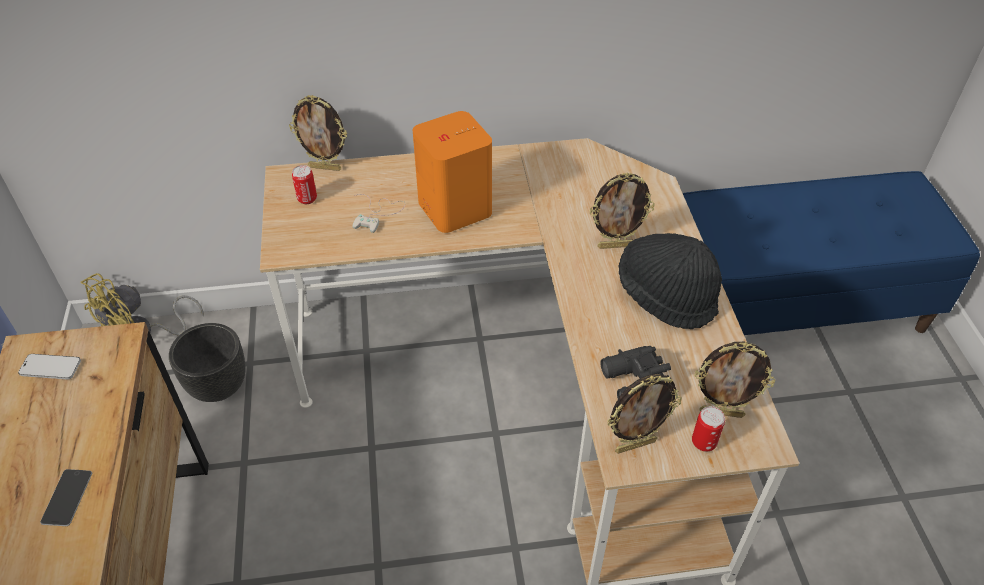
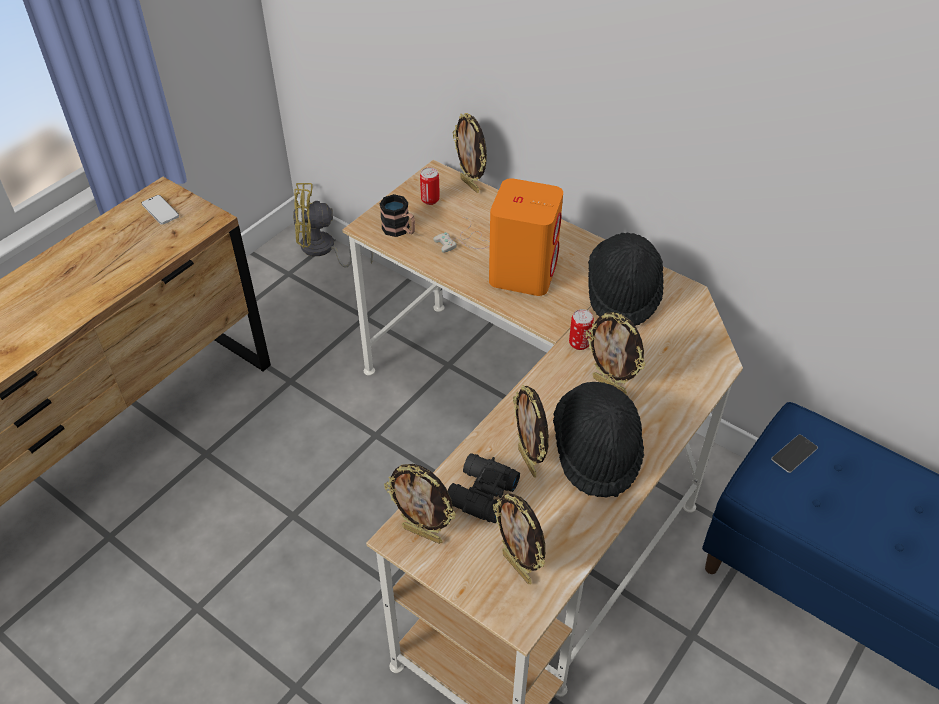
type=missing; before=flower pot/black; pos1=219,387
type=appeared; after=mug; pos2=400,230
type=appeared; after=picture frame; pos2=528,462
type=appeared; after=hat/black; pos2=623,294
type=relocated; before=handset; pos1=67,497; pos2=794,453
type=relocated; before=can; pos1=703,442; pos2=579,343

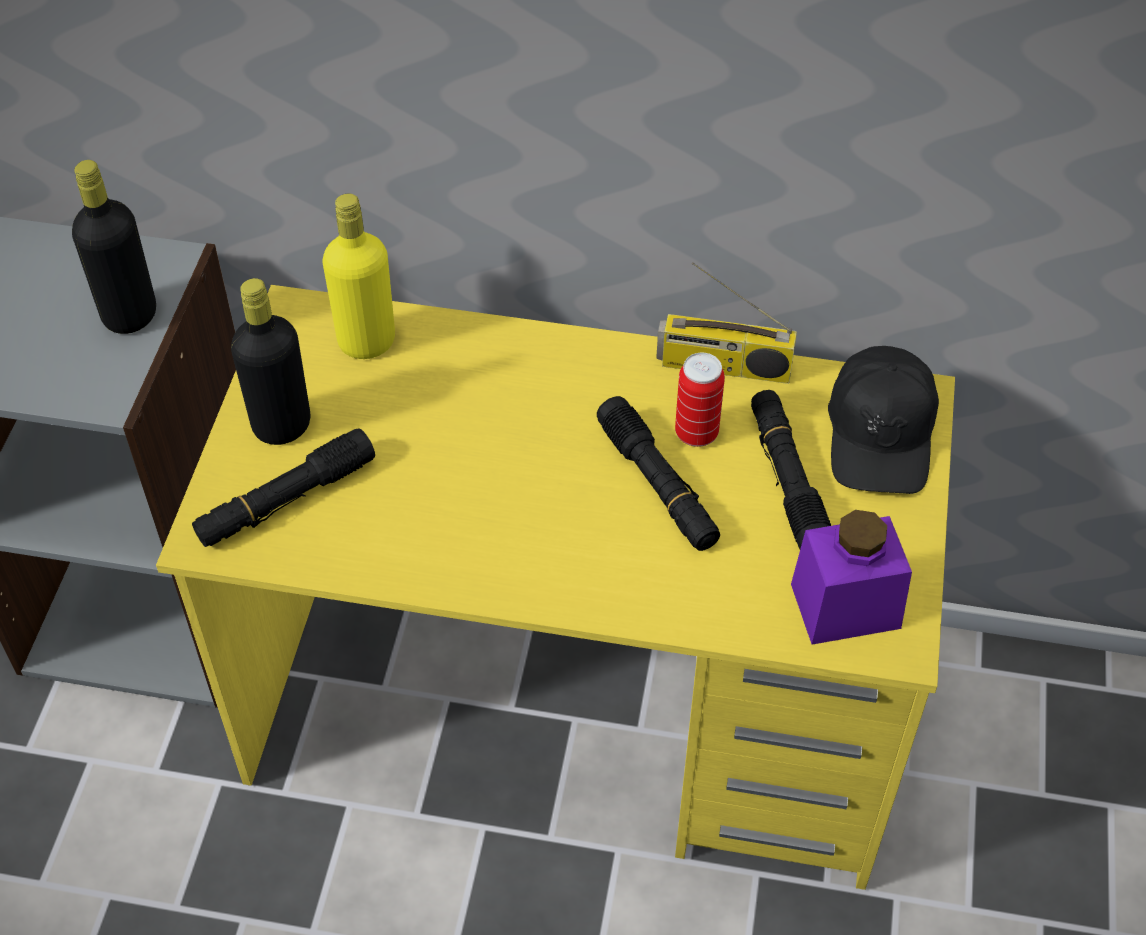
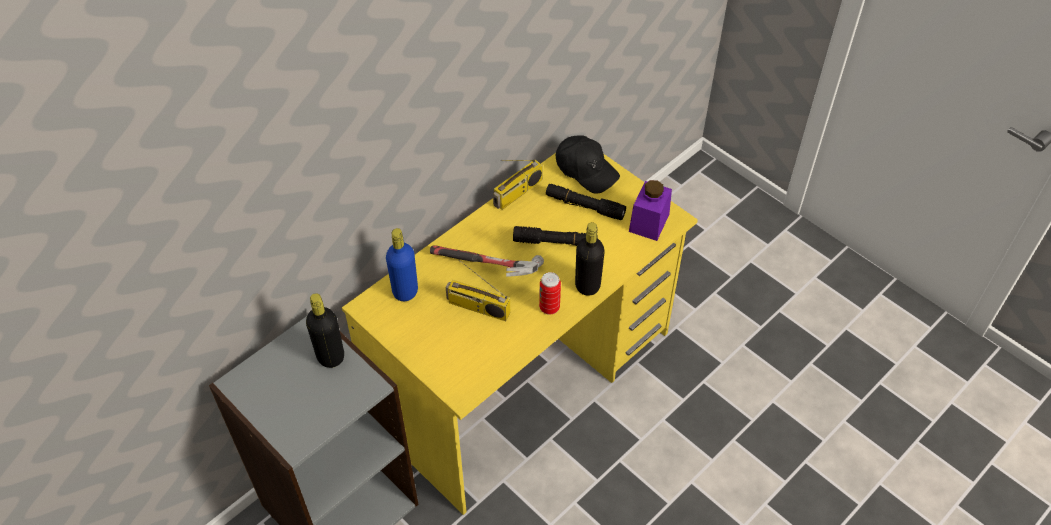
type=missing; before=flashlight/black; pos1=286,500
type=appeared; after=hammer; pos2=487,269
type=appeared; after=radio; pos2=477,308
type=relocated; before=bottle/black; pos1=282,425; pos2=587,285
type=relocated; before=can; pos1=696,433; pos2=549,307
type=colour; before=bottle/yellow; after=bottle/blue-coloured; pos1=367,342; pos2=405,291

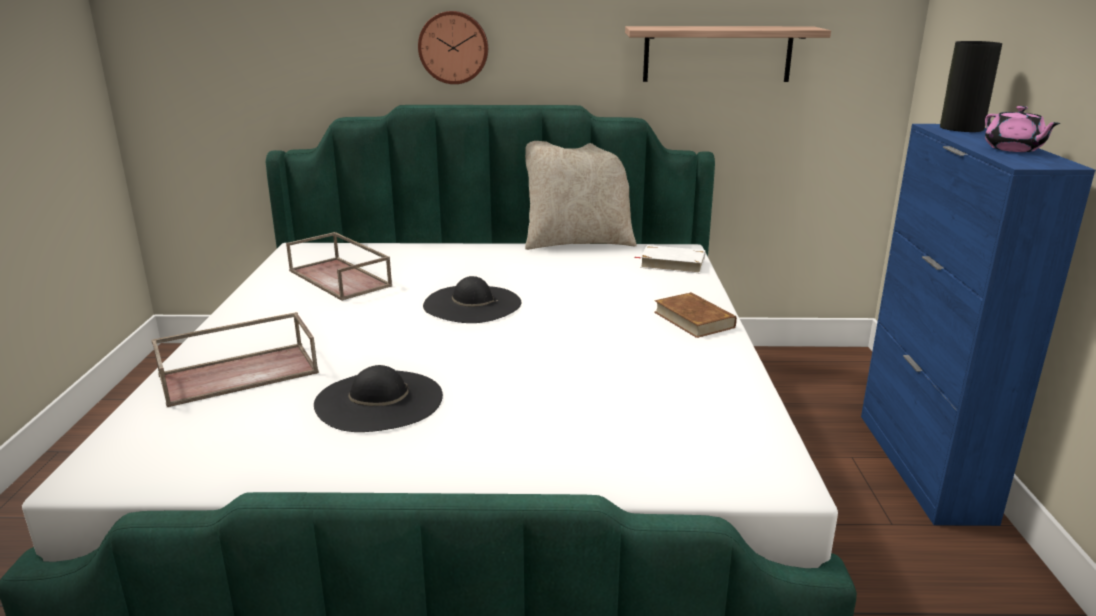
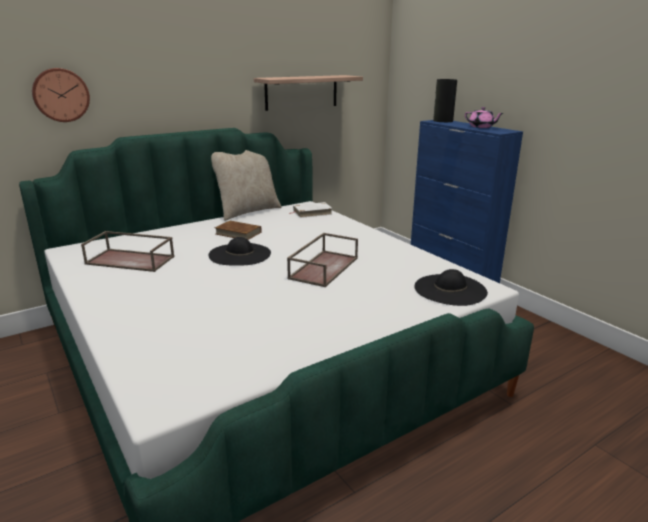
type=relocated; before=serving tray/brown; pos1=240,373; pos2=323,267
type=relocated; before=hat/black; pos1=379,400; pos2=450,289
type=relocated; before=wall clock; pos1=453,47; pos2=60,95
type=relocated; before=bound book/brown; pos1=694,319; pos2=238,233

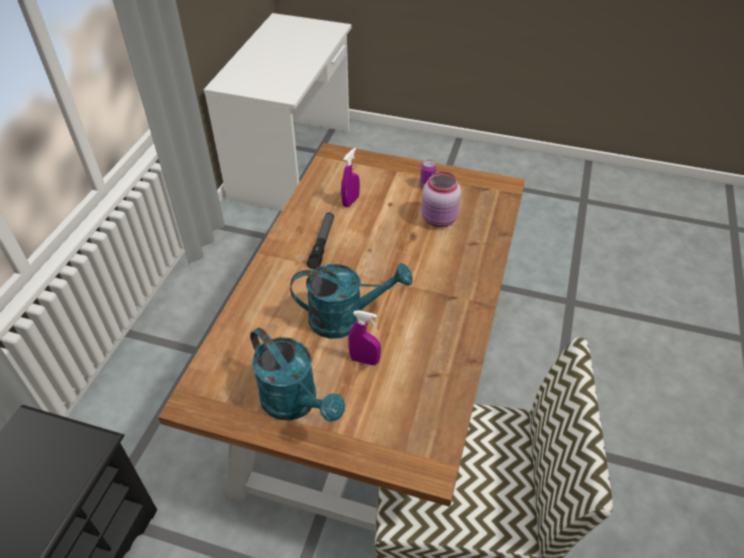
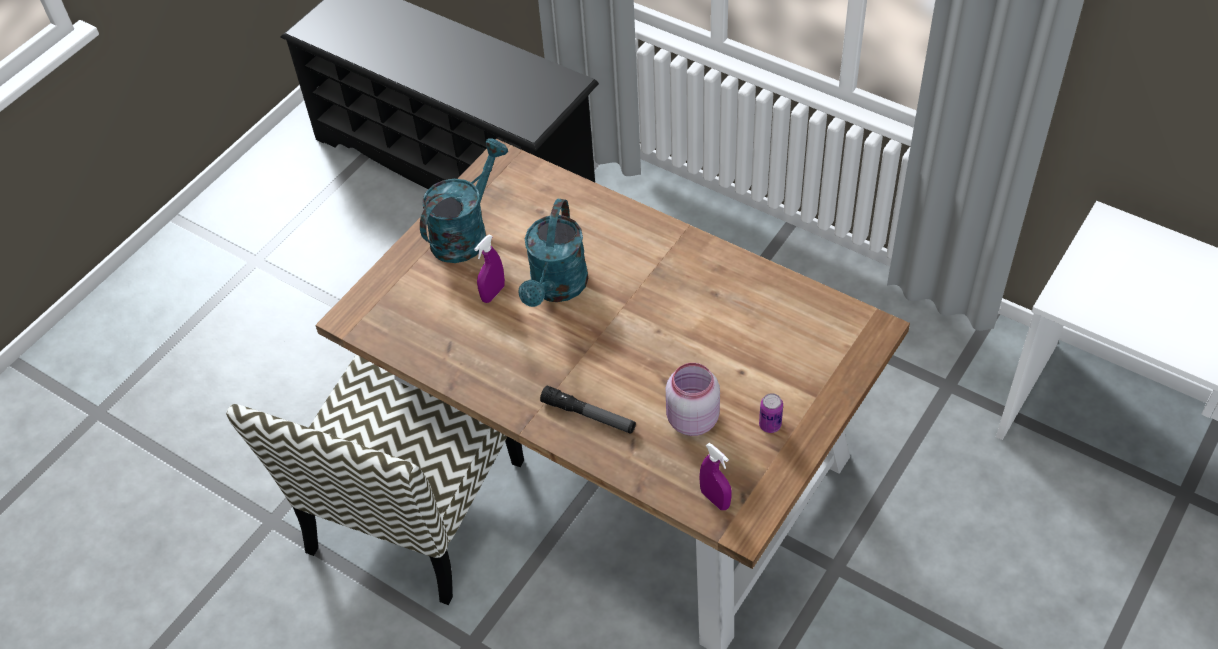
type=relocated; before=flashlight; pos1=322,244; pos2=588,415
type=relocated; before=spray bottle/purple-coloured; pos1=350,201; pos2=715,499
type=spun; before=sprinkling can/turquoise-coloured; pos1=296,403; pos2=465,232; turn=150

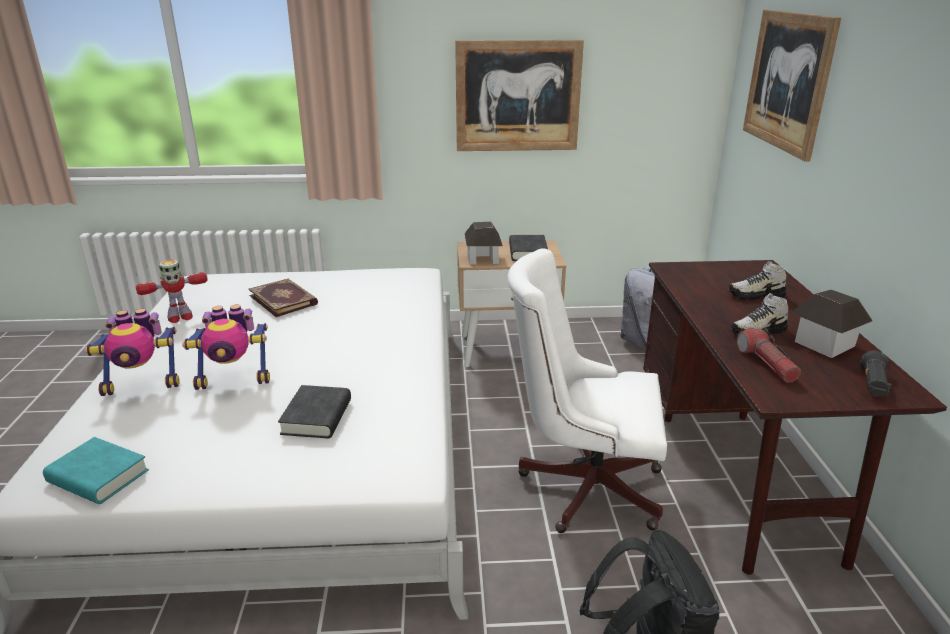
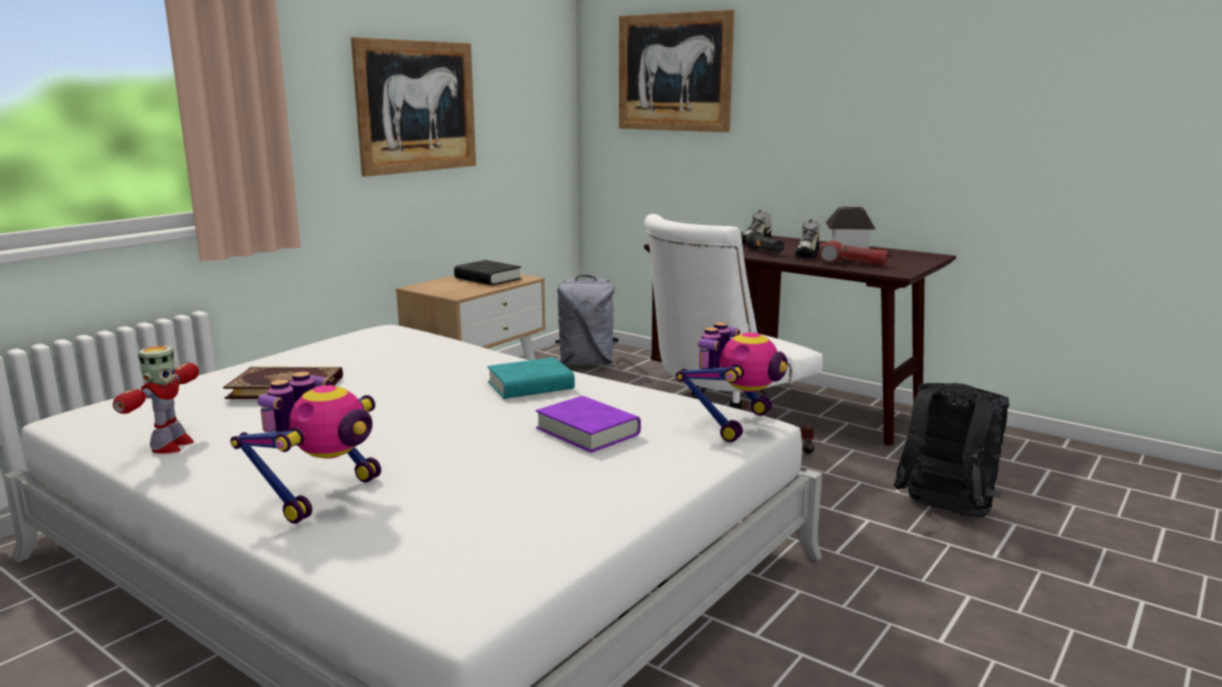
type=missing; before=model house; pos1=483,259
type=relocated; before=bound book/turquoise-coloured; pos1=98,477; pos2=530,386
type=relocated; before=model robot; pos1=234,380; pos2=734,423
type=relocated; before=flashlight/black; pos1=872,385; pos2=765,252
type=colour; before=bound book/black; after=bound book/purple-coloured; pos1=317,417; pos2=588,431

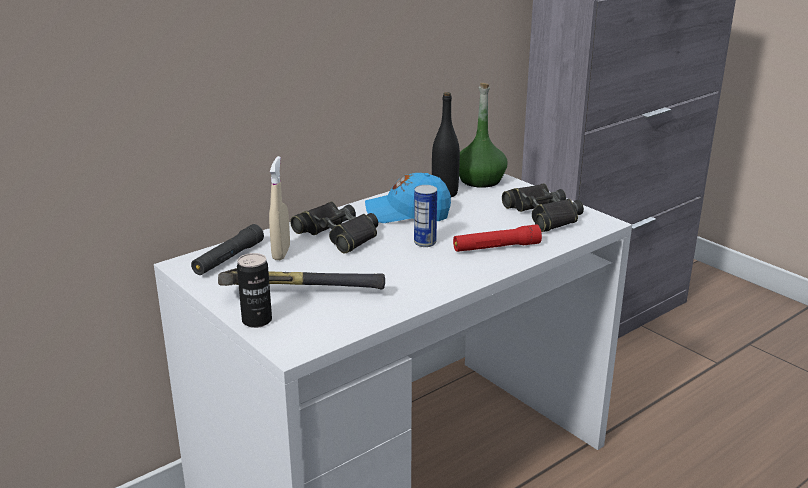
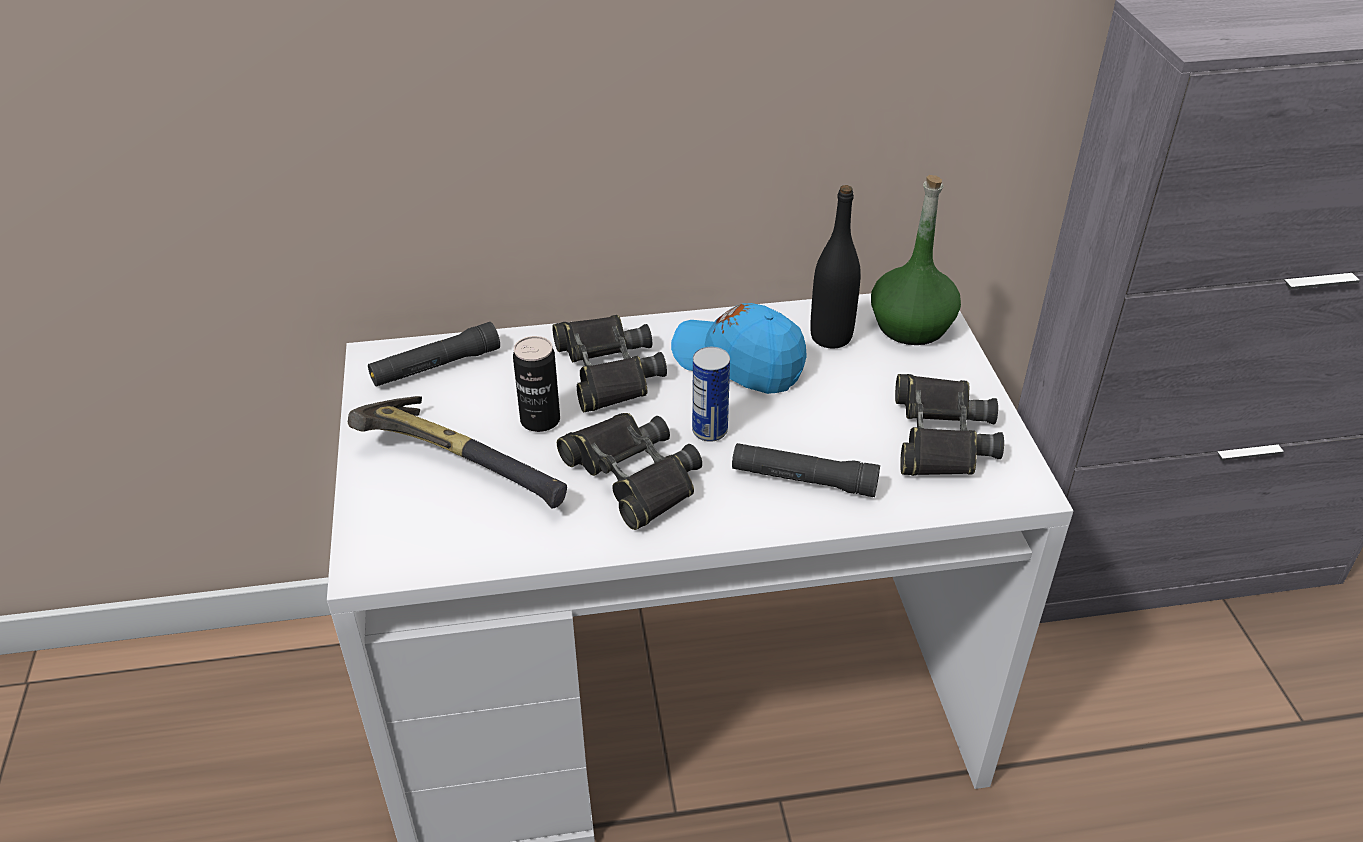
type=missing; before=spray bottle/beige-coloured; pos1=281,253
type=appeared; after=pair of binoculars/black; pos2=632,476
type=relocated; before=can; pos1=257,321; pos2=540,420
type=colour; before=flashlight/red-coloured; after=flashlight/black; pos1=496,247; pos2=803,480

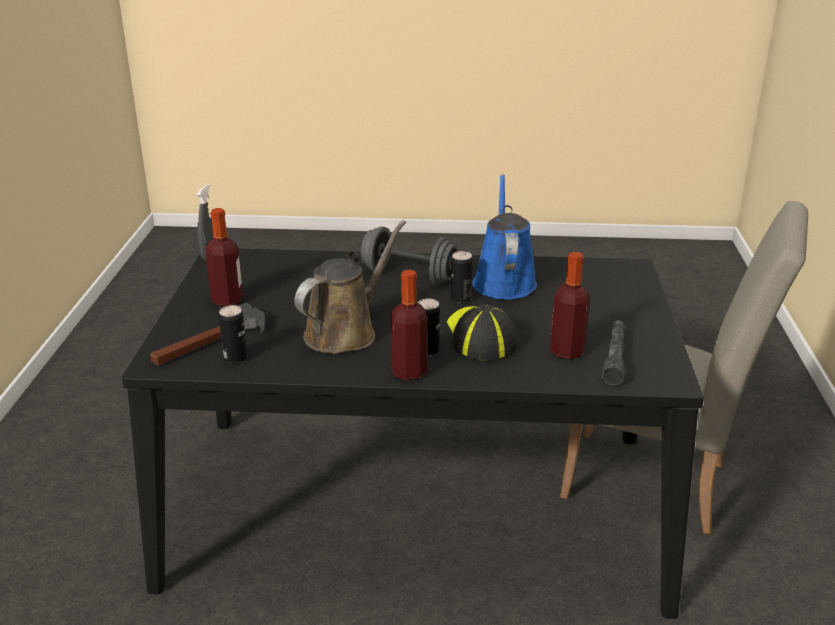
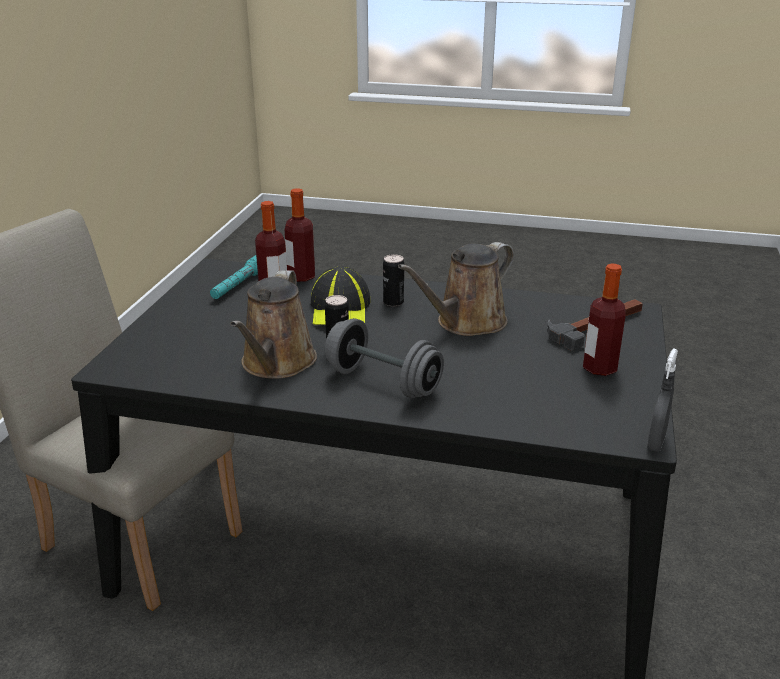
type=missing; before=can; pos1=235,358
type=relocated; before=bottle; pos1=409,372; pos2=301,277
type=colour; before=sprinkling can/blue-coloured; after=sprinkling can/brown; pos1=503,281; pos2=276,364
type=colour; before=flashlight/gray; after=flashlight/turquoise-coloured; pos1=614,358; pos2=239,285

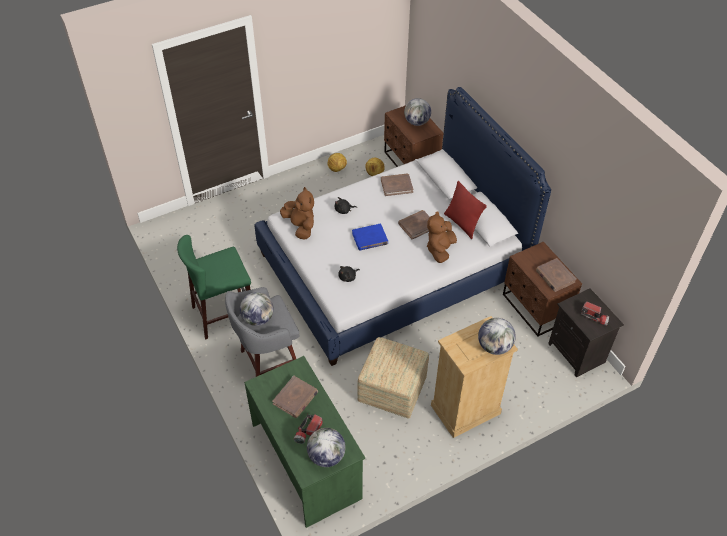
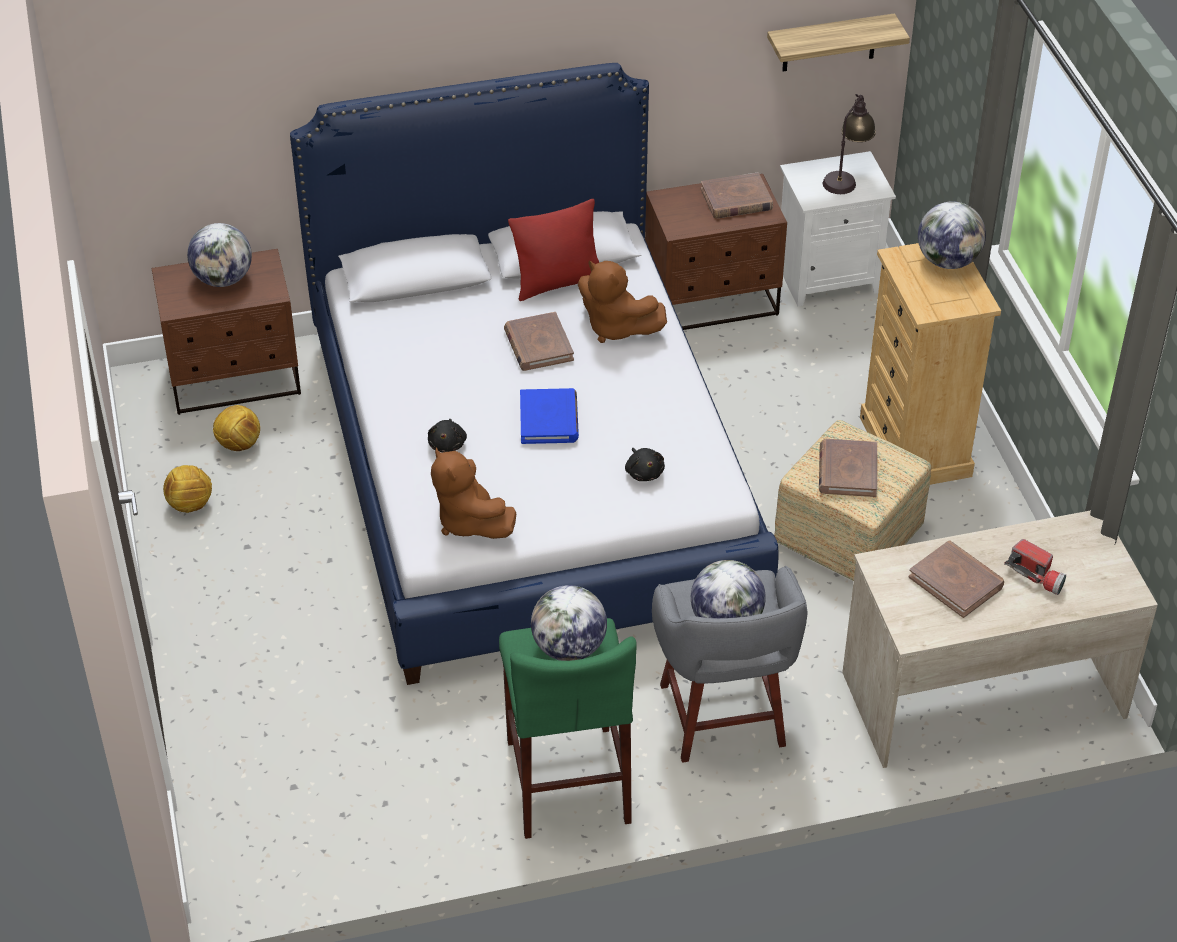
type=appeared; after=wall shelf; pos2=829,43
type=relocated; before=desk globe; pos1=326,456; pos2=569,648
type=relocated; before=bound book/brown; pos1=396,186; pos2=847,471
type=exchanged; before=flashlight; after=table lamp; pos1=594,317; pos2=846,177
type=colour; before=desk unit/greenish; after=desk unit/beige-coloured; pos1=307,460; pos2=982,693
type=colour; before=night table/black; after=night table/whitish; pos1=577,353; pos2=828,277
type=spun; before=soft toy/brown; pos1=300,226; pos2=469,521; turn=-105

